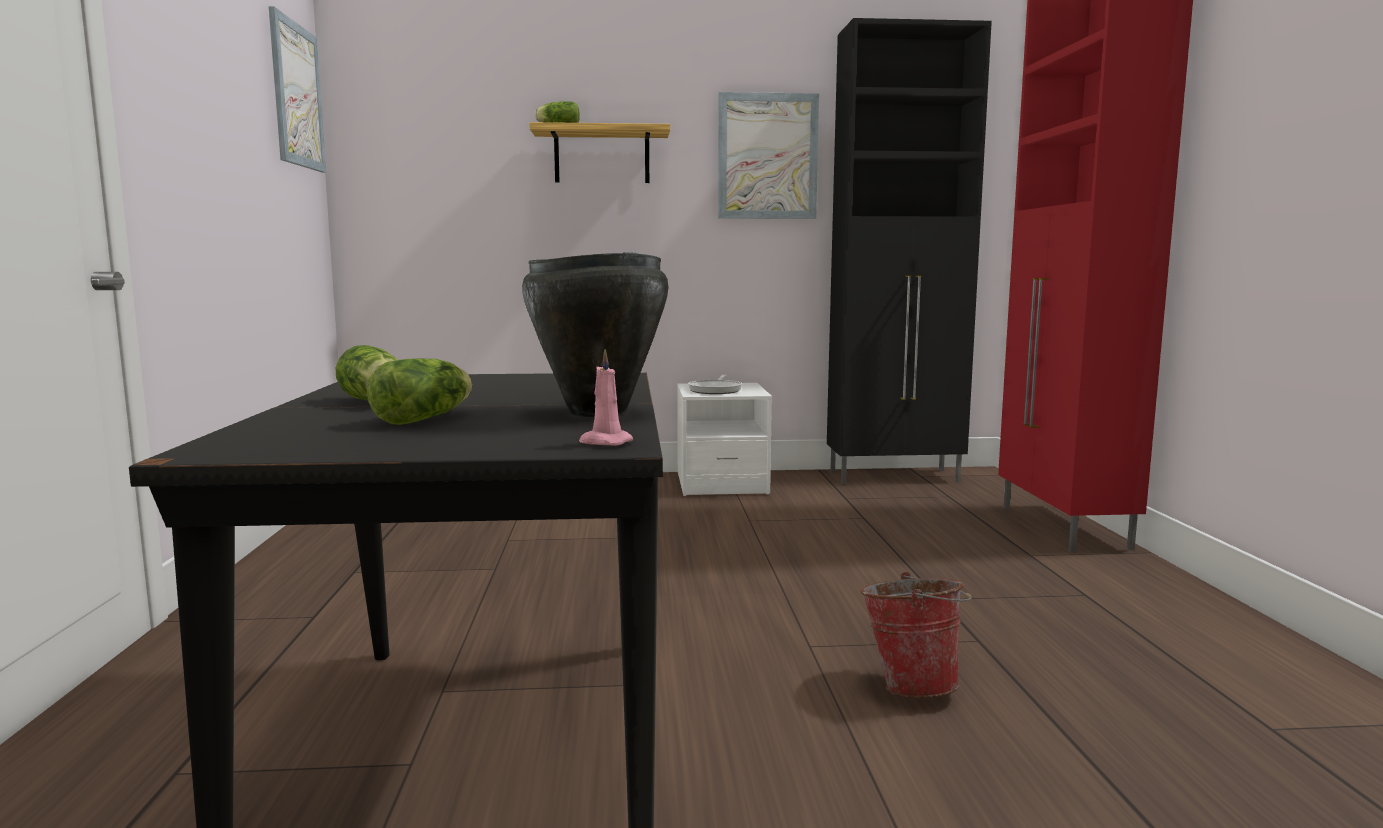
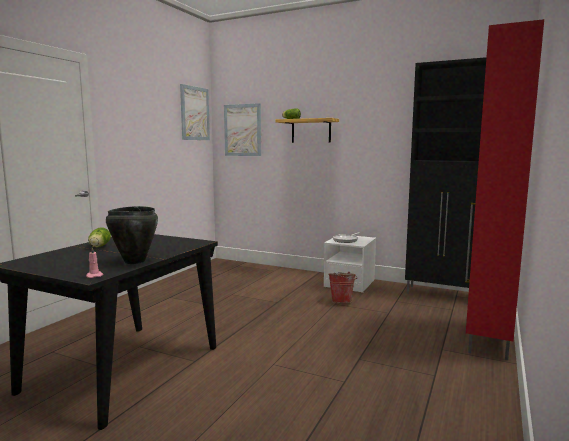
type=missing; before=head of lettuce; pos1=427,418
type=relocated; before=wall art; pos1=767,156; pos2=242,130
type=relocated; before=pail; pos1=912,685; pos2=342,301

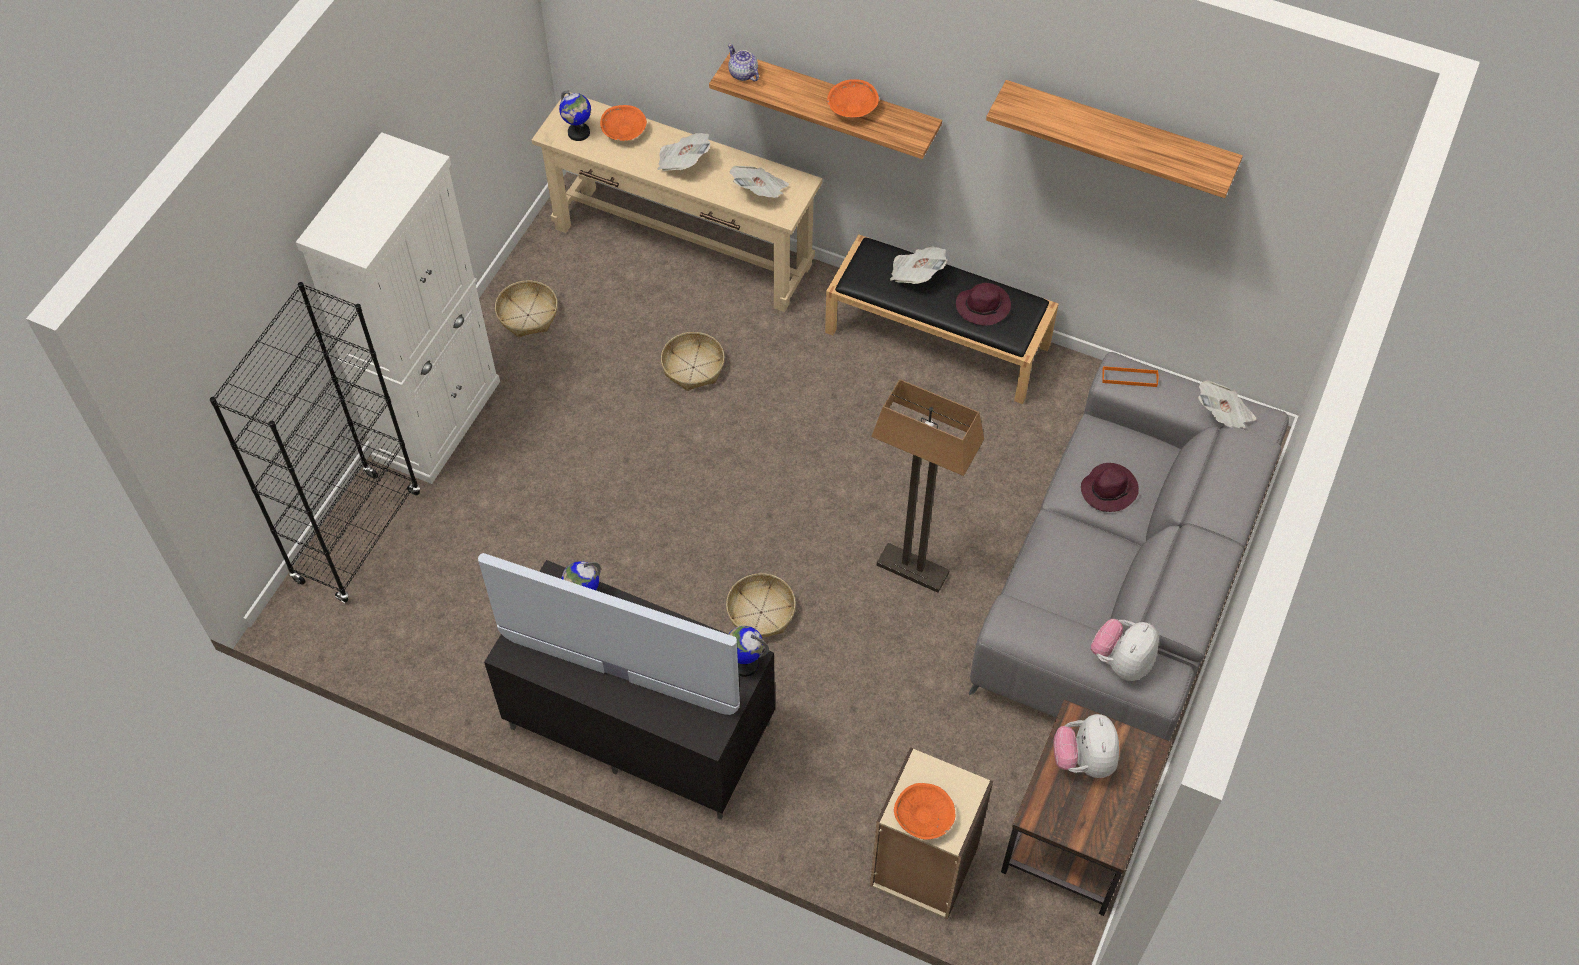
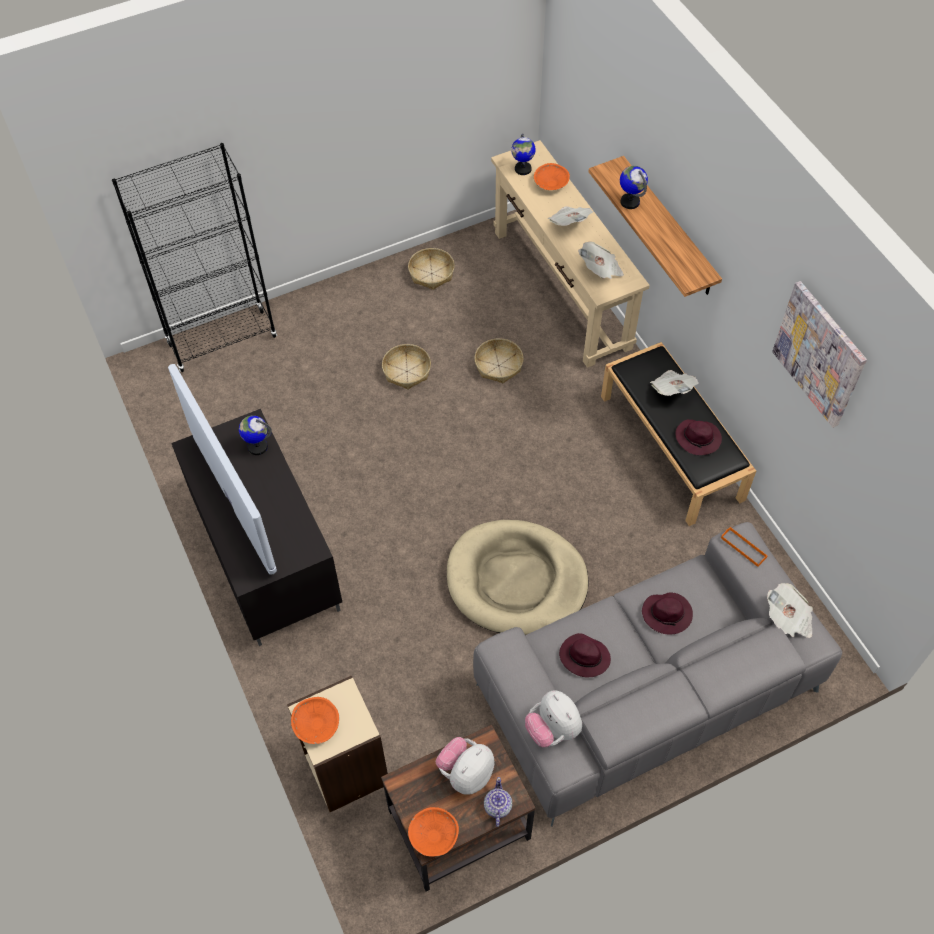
type=missing; before=cupboard/whitish; pos1=437,420
type=appeared; after=hat/purple-coloured; pos2=583,657
type=relocated; before=basket; pos1=760,612; pos2=406,371
type=relocated; before=teapot; pos1=743,74; pos2=497,807
type=relocated; before=desk globe; pos1=744,664; pos2=630,202
type=relocated; before=bowl/orange-coloured; pos1=852,109; pos2=433,835
type=exchanged; before=standing lamp; after=dog bed/beige-coloured; pos1=913,569; pos2=516,581
type=exchanged; before=wall shelf; after=wall art; pos1=1118,134; pos2=819,354
type=spun; before=soft toy; pos1=1121,661; pos2=553,729; turn=-105

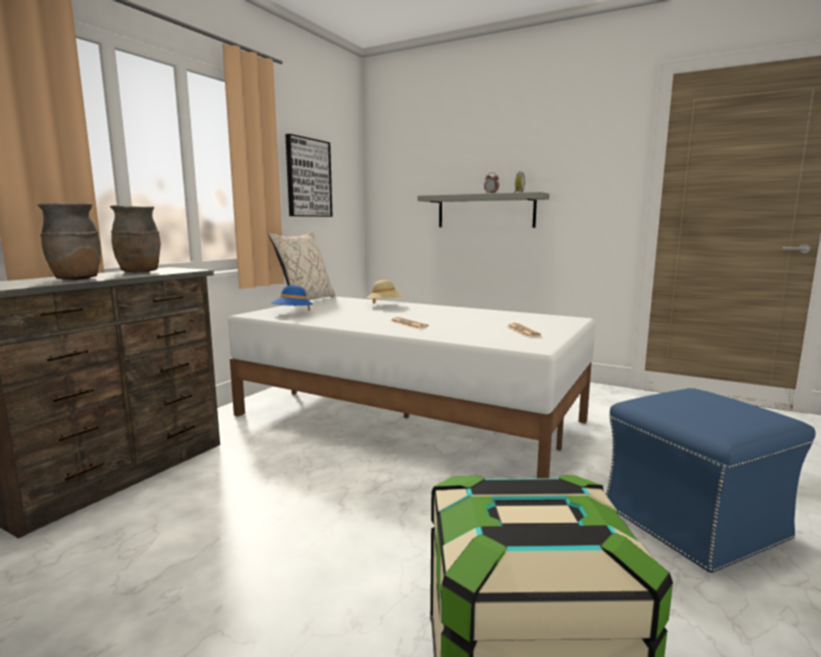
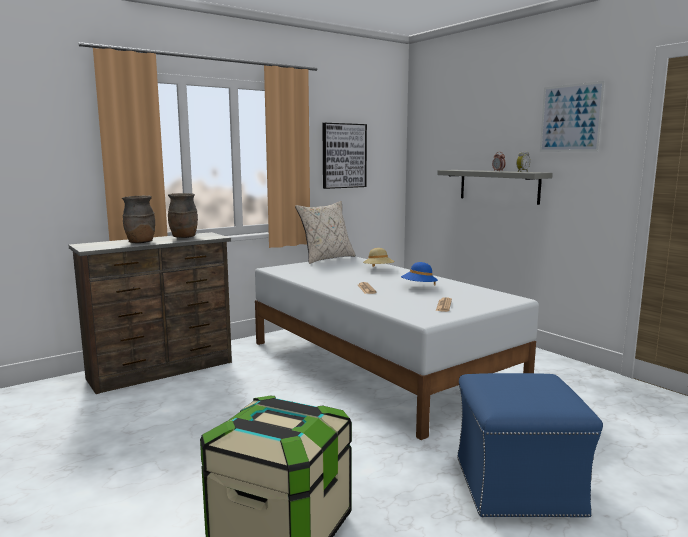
type=appeared; after=wall art; pos2=570,118
type=relocated; before=hat/blue-coloured; pos1=292,313; pos2=419,287

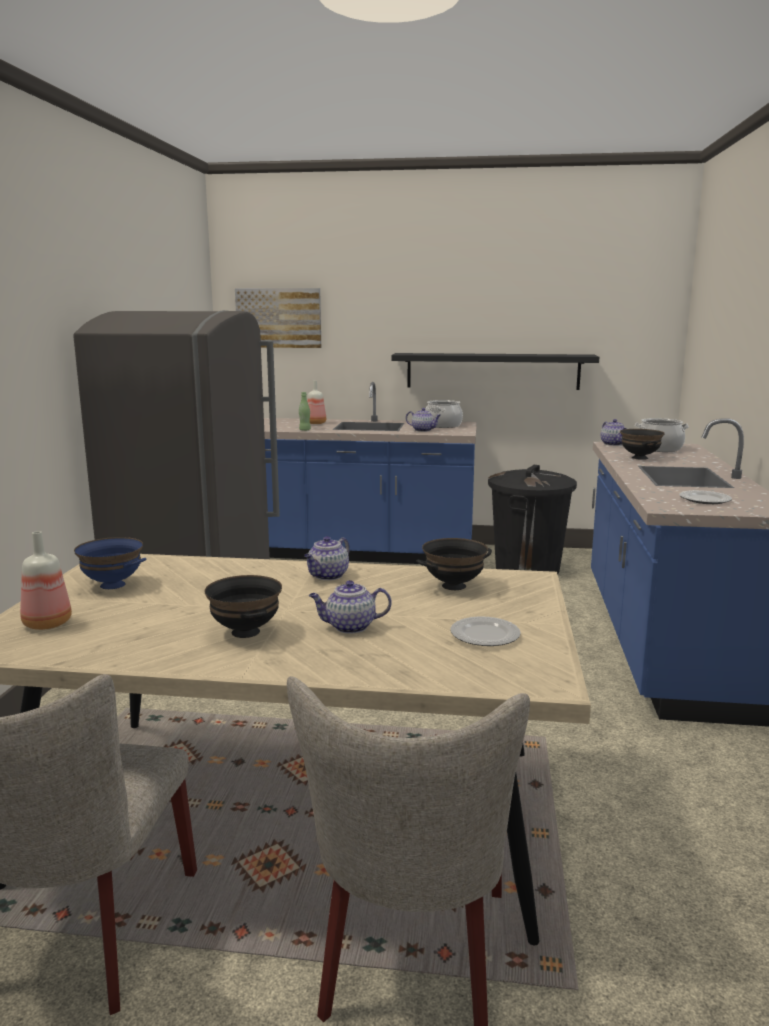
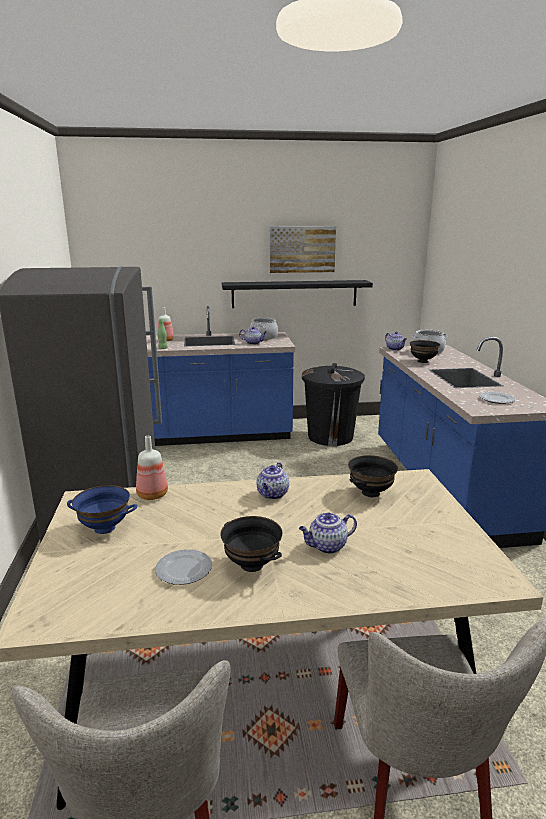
type=relocated; before=bottle; pos1=46,624; pos2=152,495
type=relocated; before=wall art; pos1=279,318; pos2=302,249
type=relocated; before=flat dish; pos1=484,635; pos2=183,570

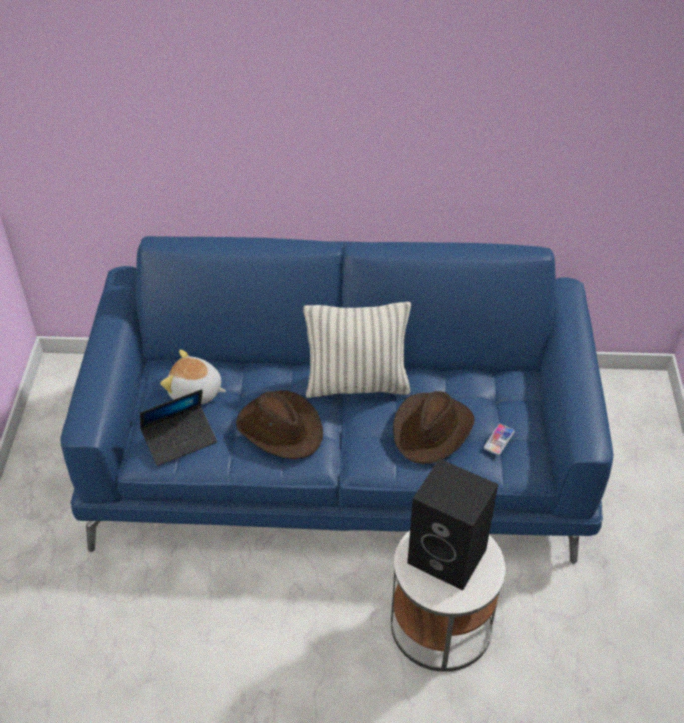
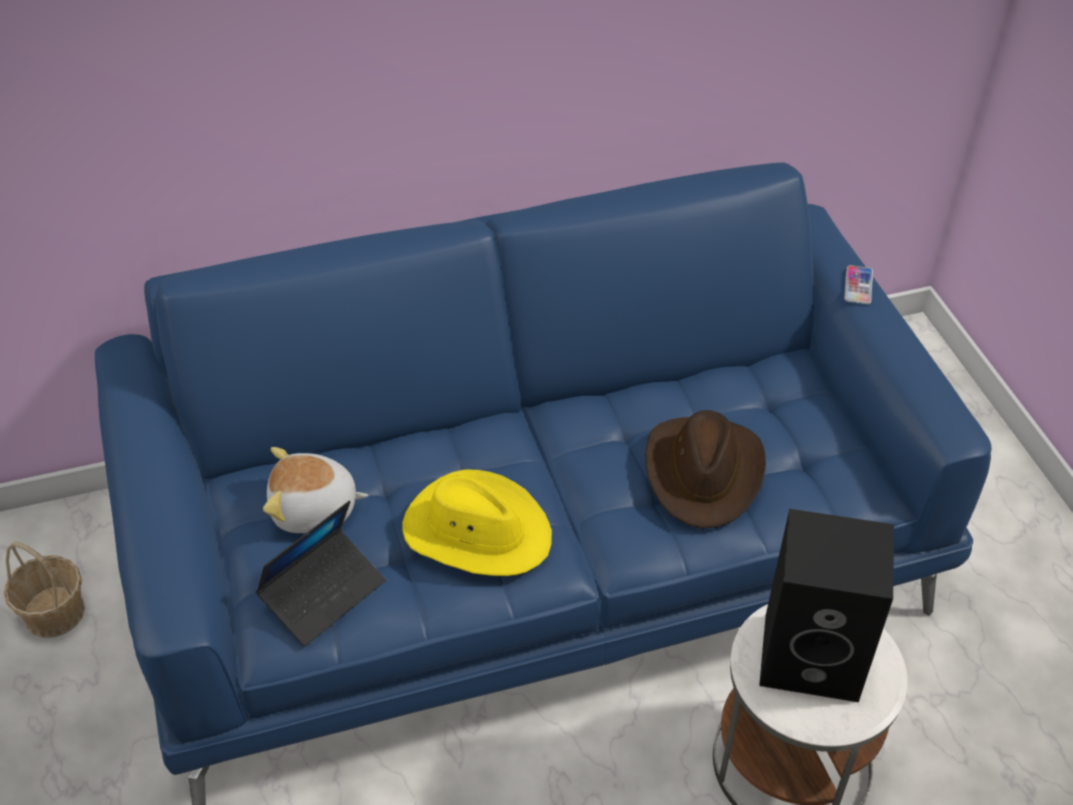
type=missing; before=cushion; pos1=357,385
type=appeared; after=basket; pos2=54,612
type=relocated; before=handset; pos1=499,440; pos2=858,286
type=colour; before=hat/brown; after=hat/yellow; pos1=280,428; pos2=477,530

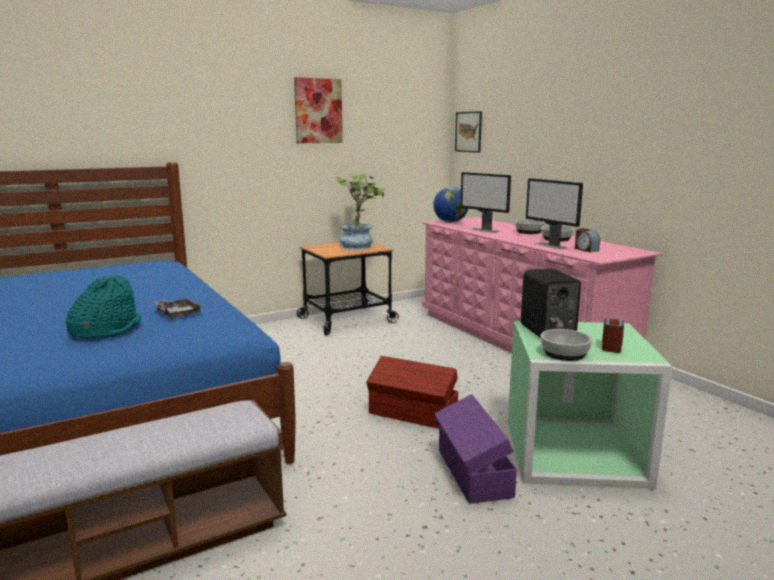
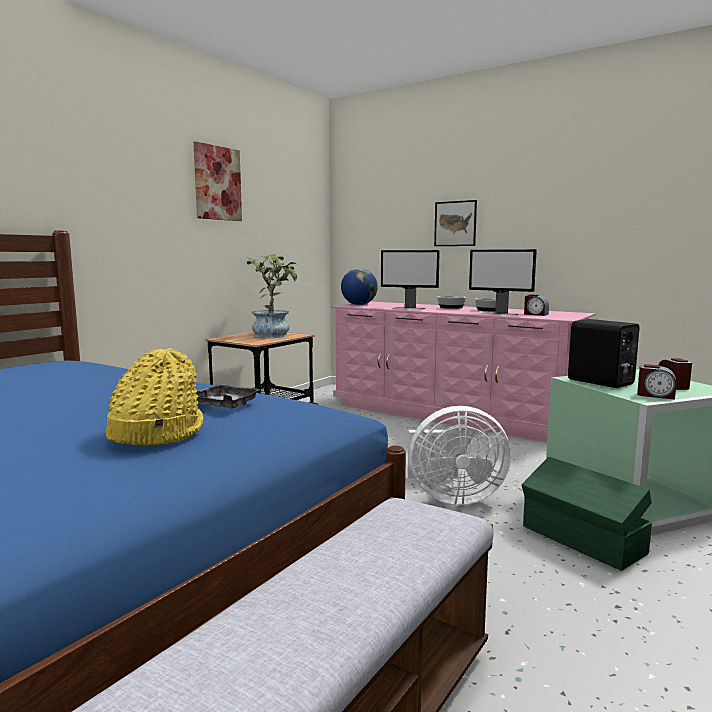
type=relocated; before=wall art; pos1=468,132; pos2=455,223
type=exchanged; before=storage bin/brown; after=fan/whitish; pos1=413,414; pos2=452,497
type=exchanged; before=bowl; after=table clock; pos1=565,354; pos2=655,395
type=colour; before=hat/turquoise-coloured; after=hat/yellow; pos1=105,329; pos2=156,433
type=colour; before=storage bin/purple-coloured; after=storage bin/greenish; pos1=472,473; pos2=582,540

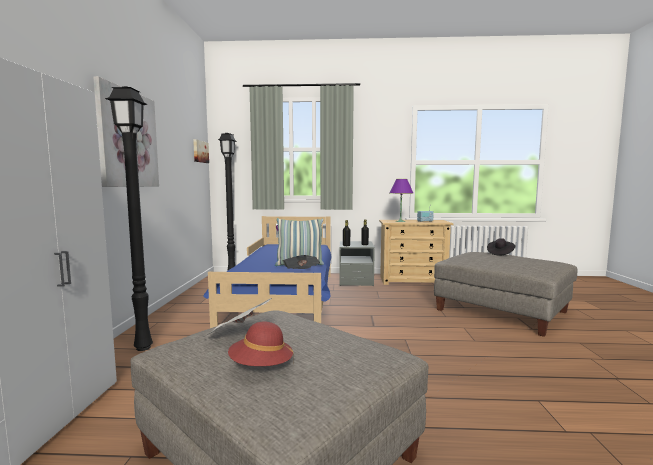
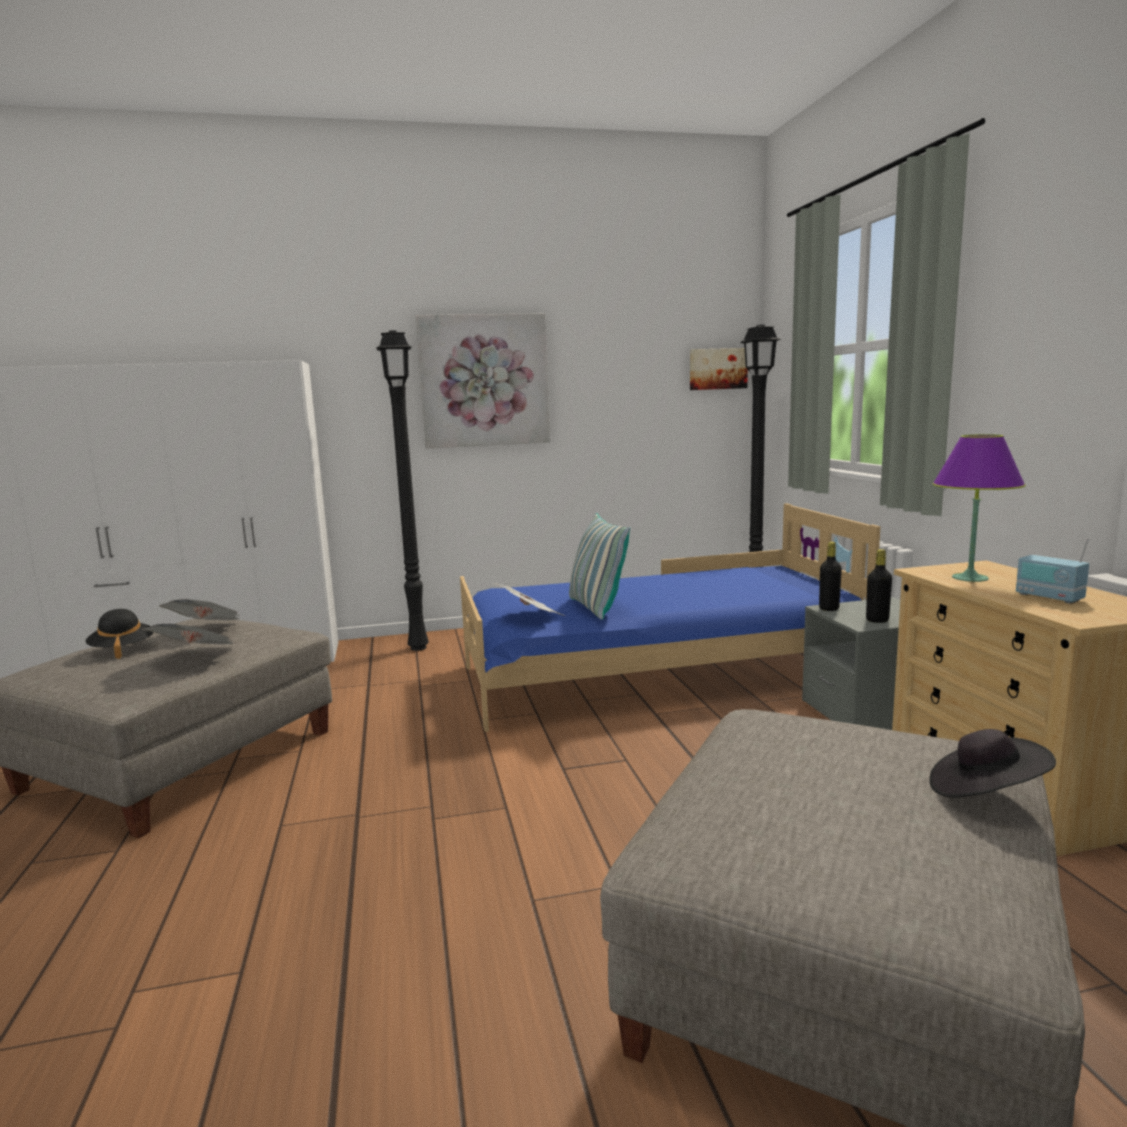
type=appeared; after=daily paper; pos2=197,656
type=colour; before=hat/red-coloured; after=hat/black; pos1=261,367; pos2=122,650

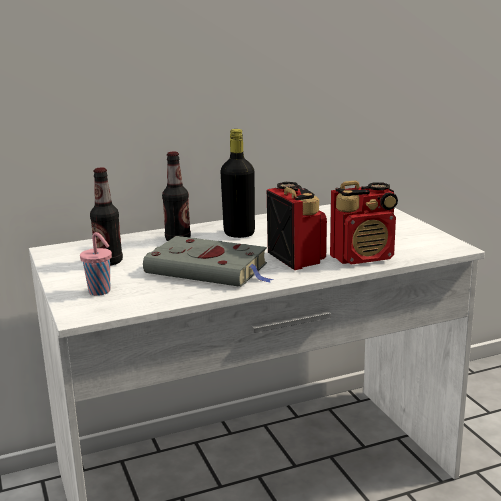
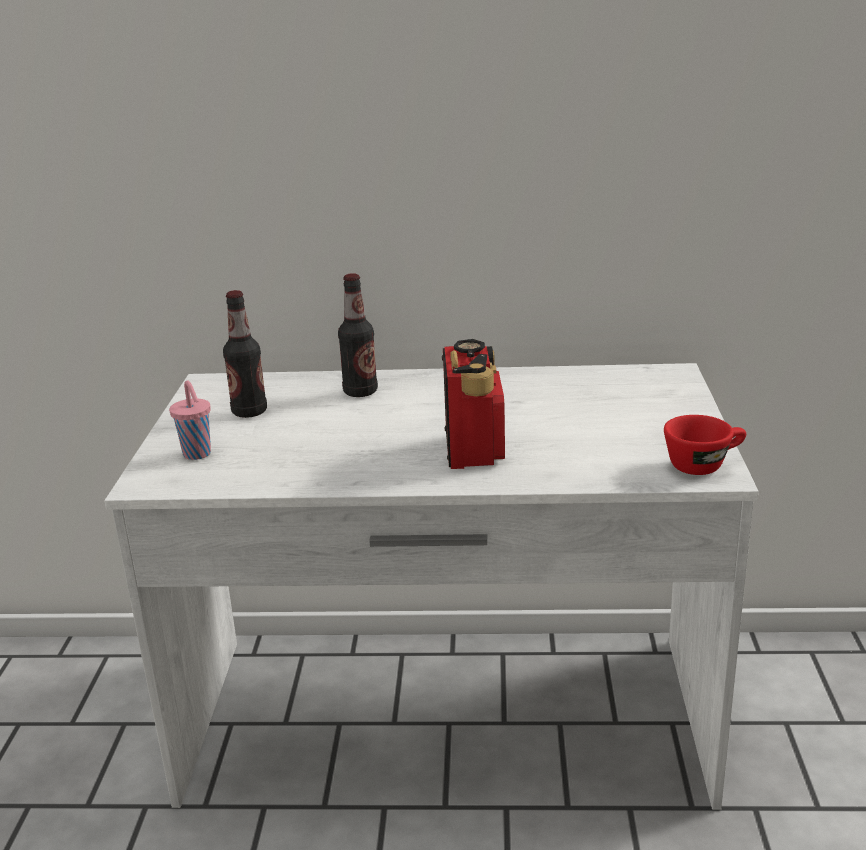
type=missing; before=bound book/gray; pos1=210,269
type=missing; before=bottle/black; pos1=239,233
type=missing; before=radio; pos1=363,257
type=appeared; after=cup/red-coloured; pos2=704,464

